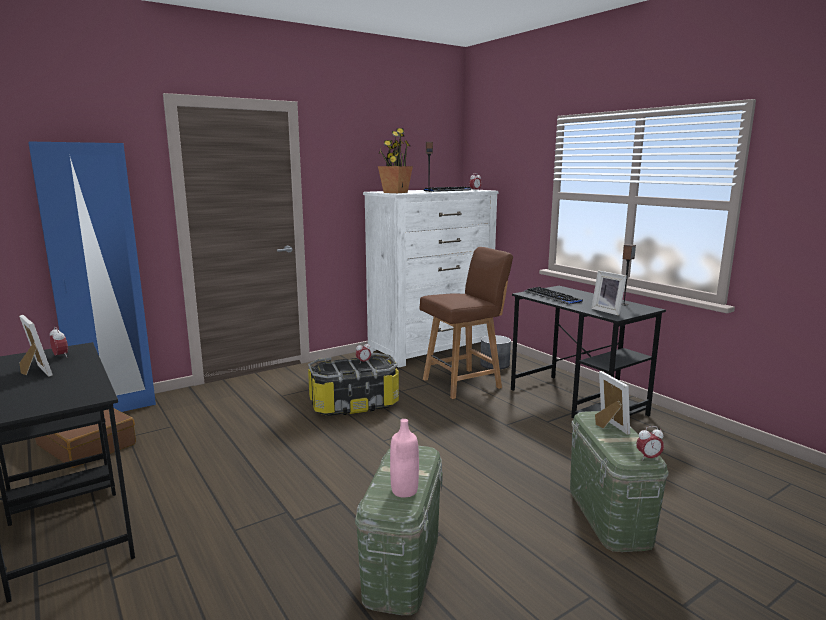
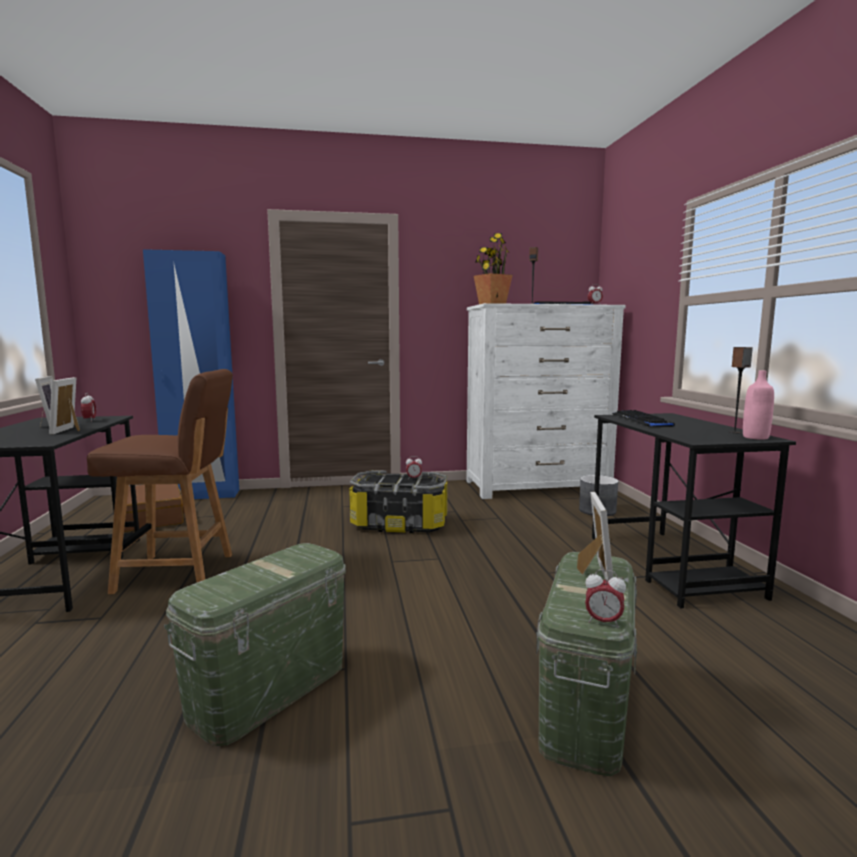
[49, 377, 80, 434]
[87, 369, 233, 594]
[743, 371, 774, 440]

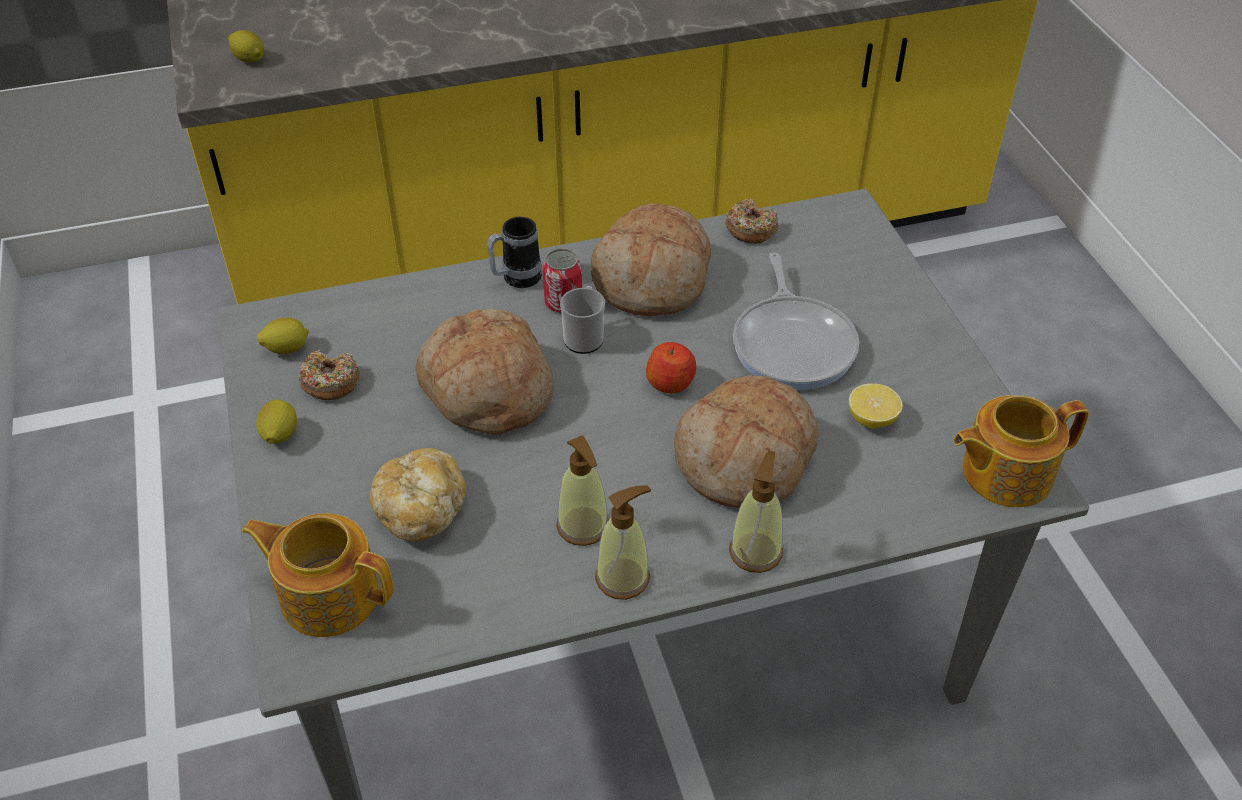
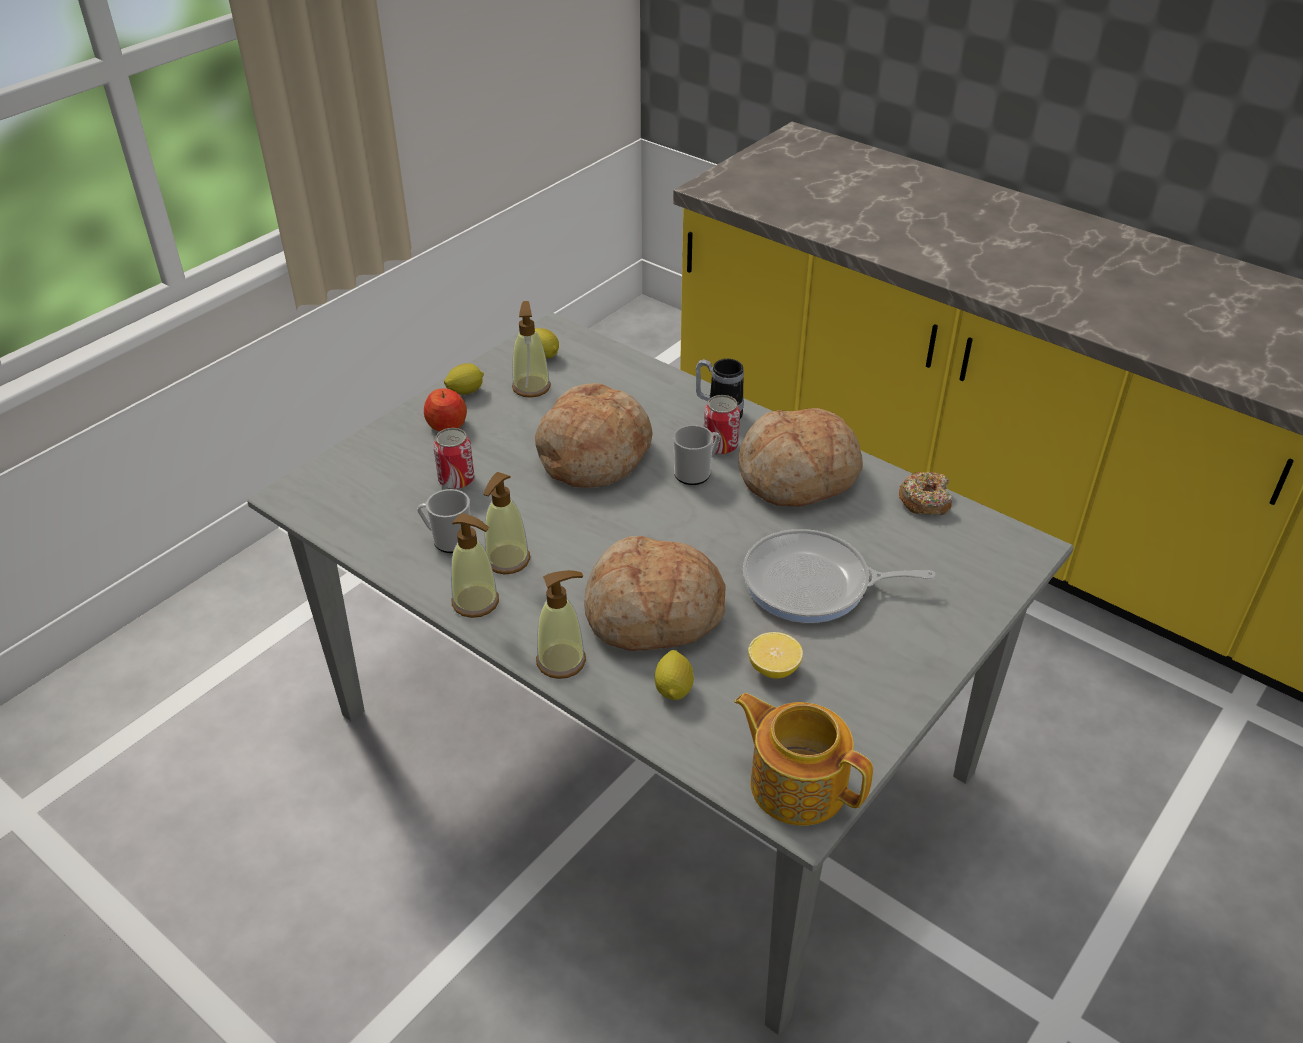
[417, 489, 471, 553]
[424, 388, 467, 432]
[433, 428, 474, 489]
[512, 301, 551, 398]
[655, 650, 694, 700]
[743, 529, 936, 623]
[242, 513, 393, 637] (first image)

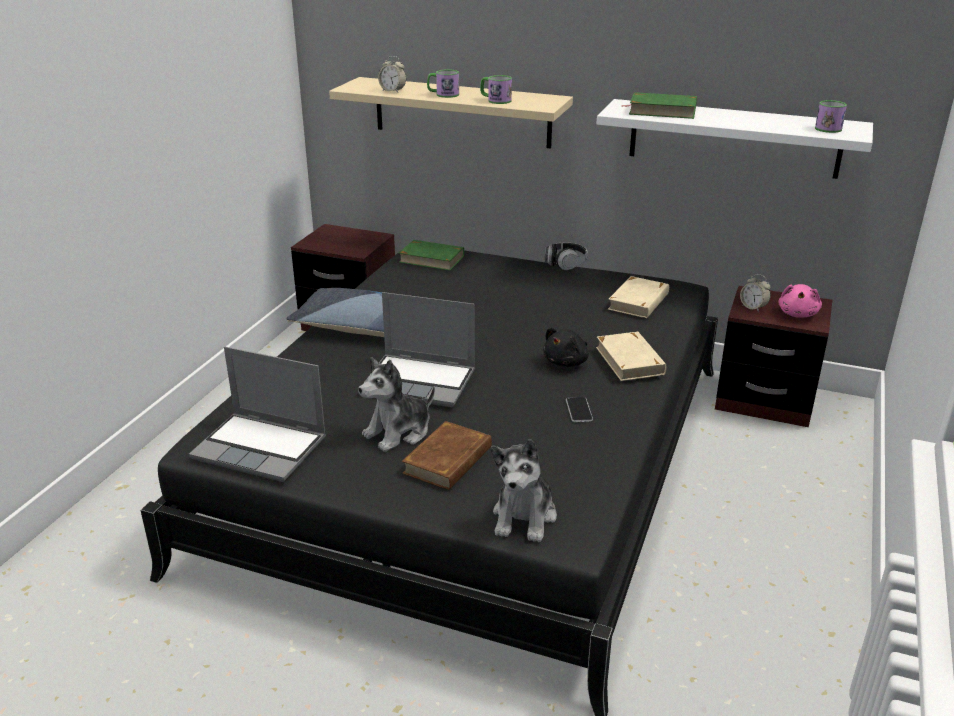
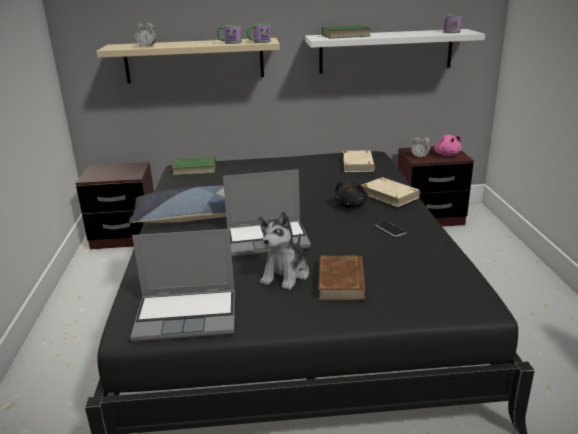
[247, 24, 271, 43]
[491, 439, 557, 542] (first image)
[545, 243, 588, 270] (first image)

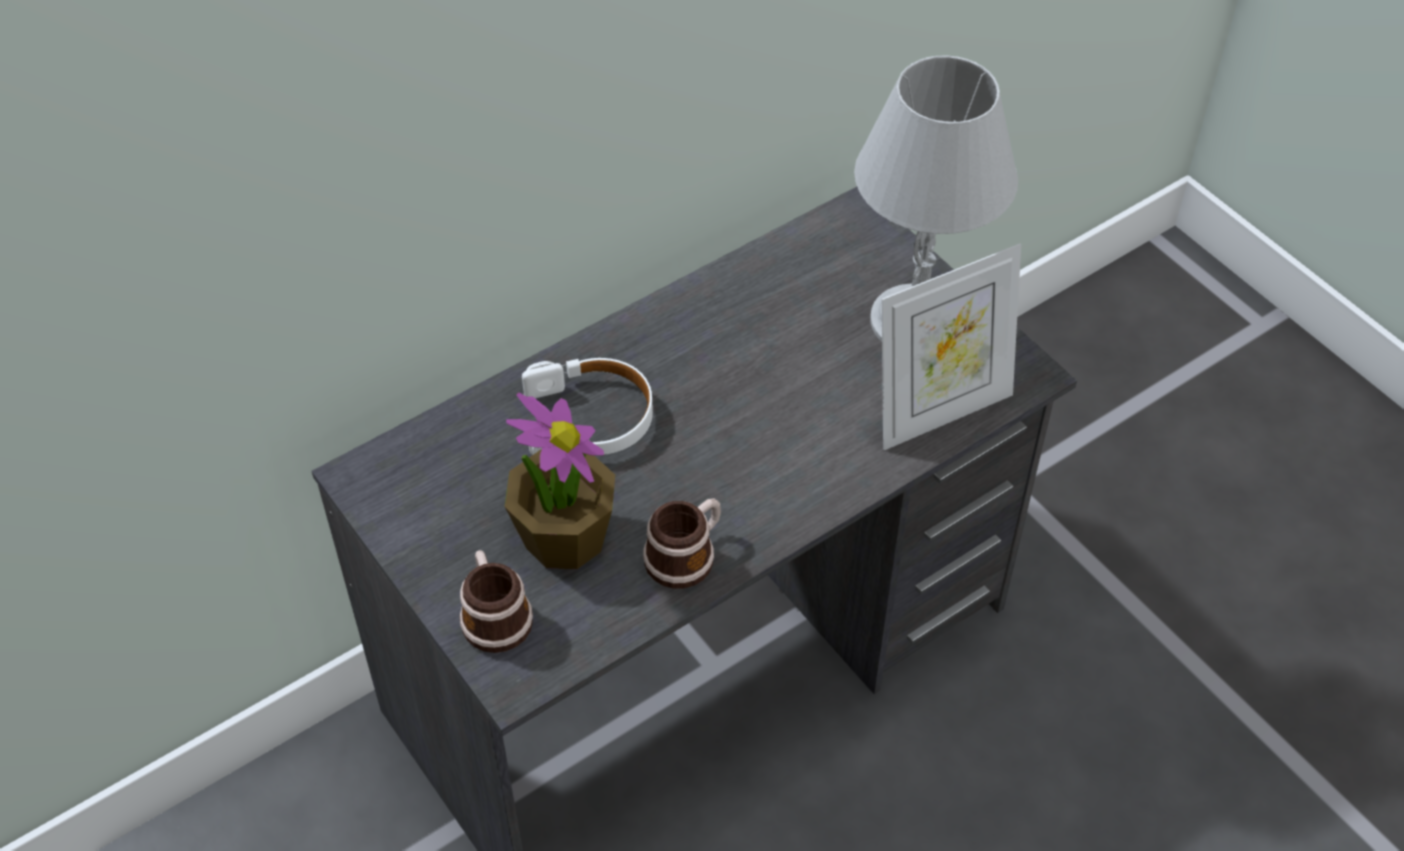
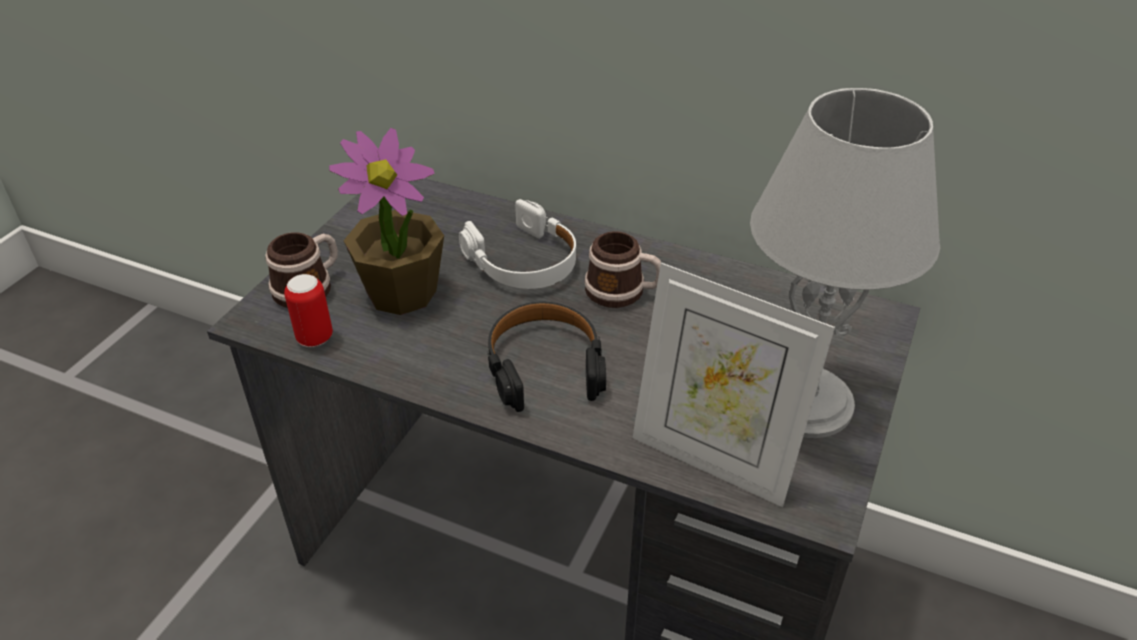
[284, 274, 333, 347]
[488, 302, 606, 412]
[584, 231, 662, 308]

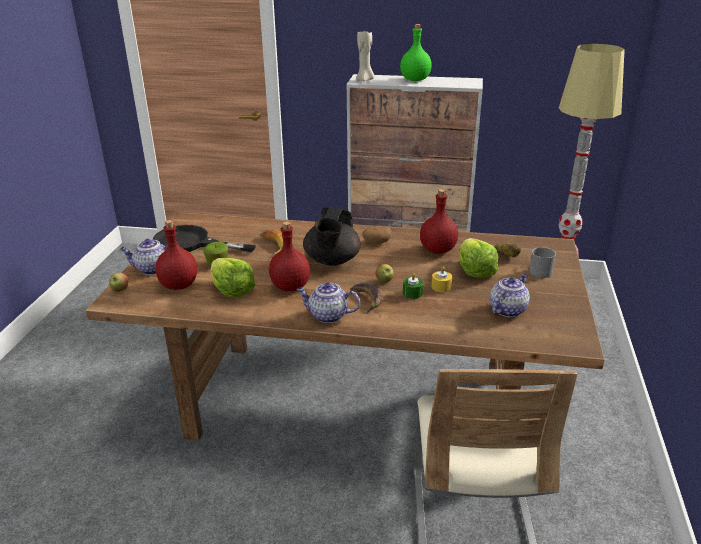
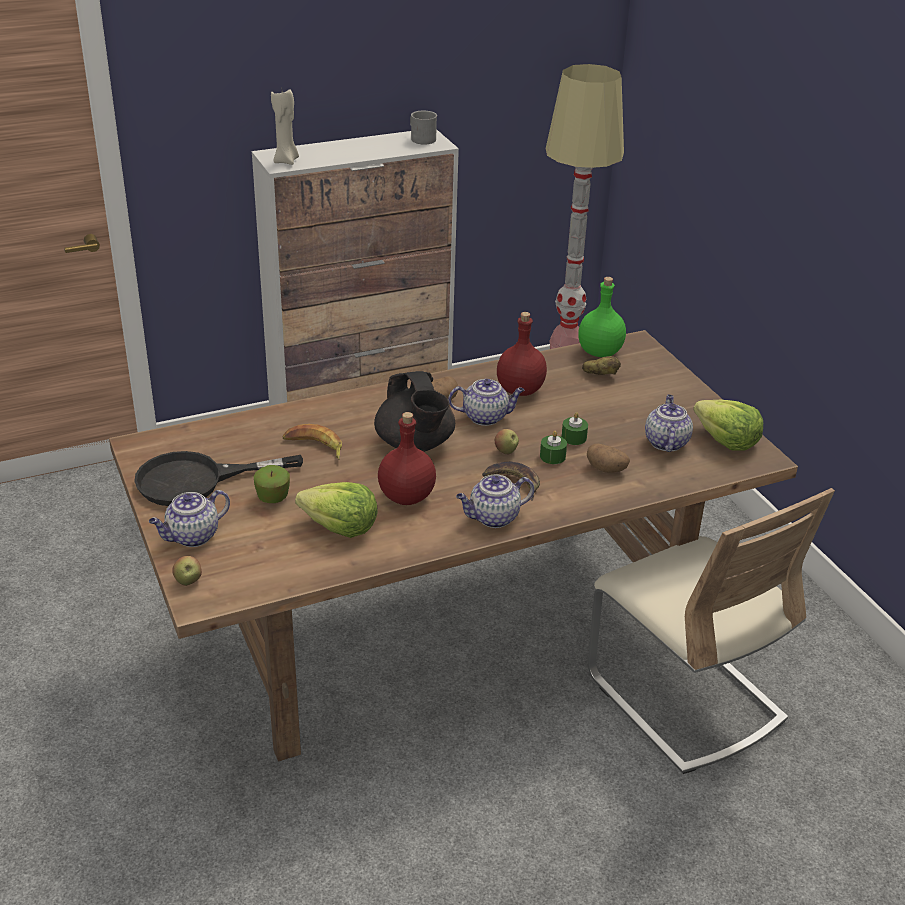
[410, 111, 437, 144]
[448, 379, 524, 426]
[561, 412, 588, 445]
[578, 277, 626, 357]
[587, 443, 630, 473]
[693, 400, 763, 450]
[155, 220, 197, 290] (first image)

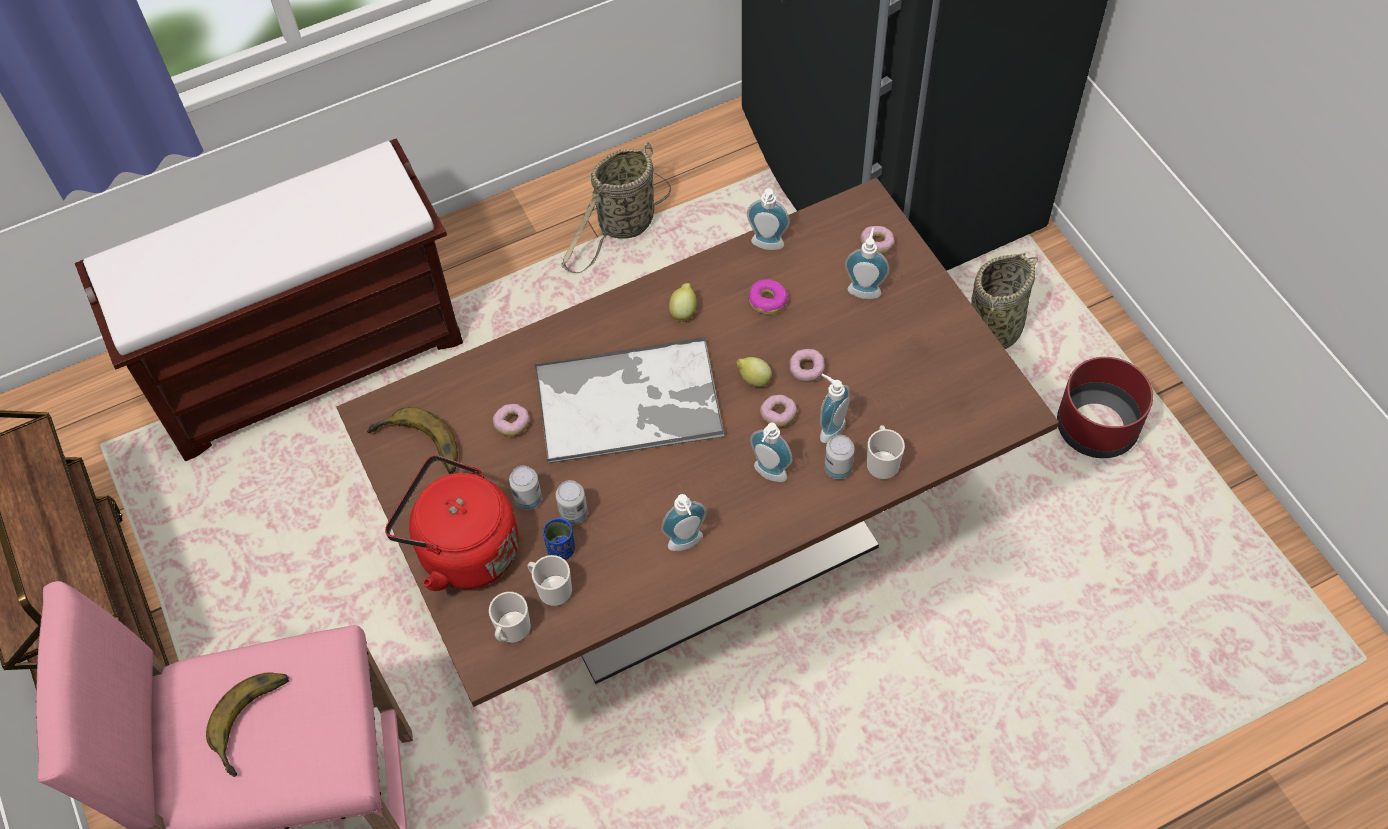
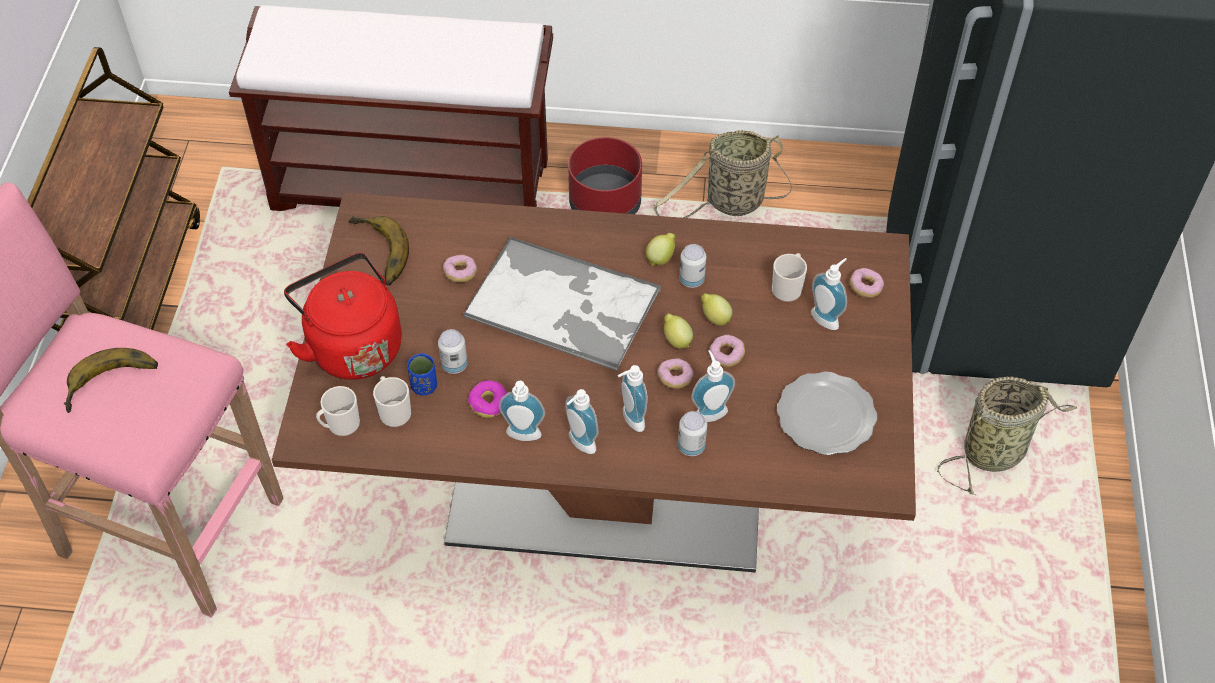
[468, 380, 507, 418]
[565, 389, 599, 454]
[568, 137, 642, 214]
[679, 244, 706, 288]
[701, 293, 732, 325]
[772, 253, 807, 302]
[777, 371, 877, 455]

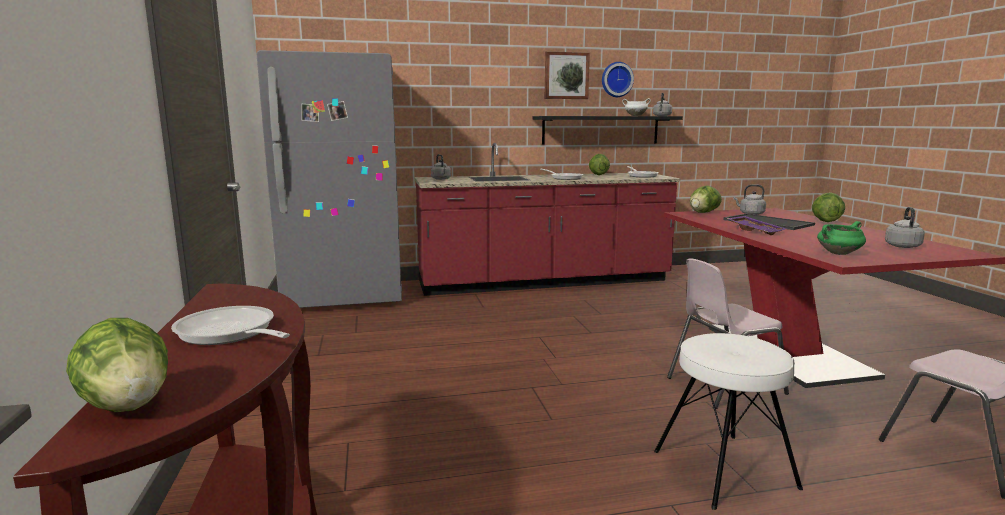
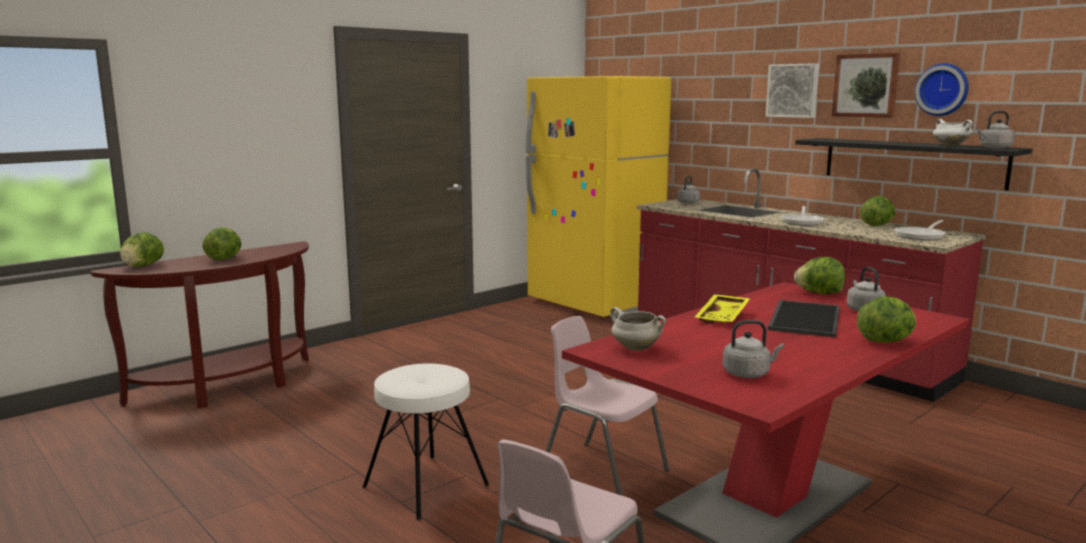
[202, 227, 242, 260]
[526, 76, 671, 317]
[610, 307, 666, 351]
[695, 294, 750, 324]
[766, 63, 819, 118]

